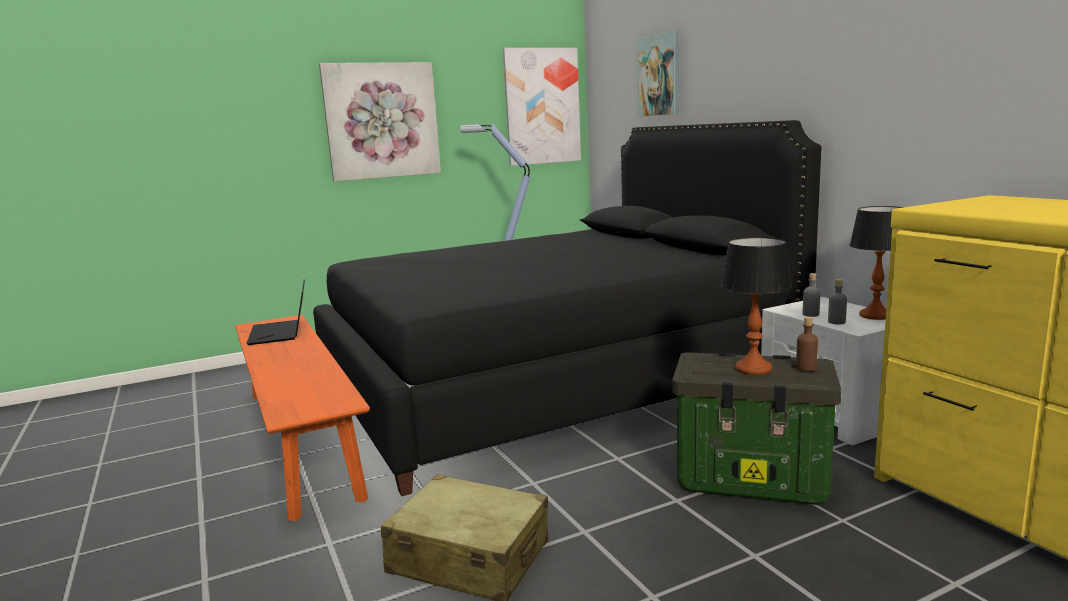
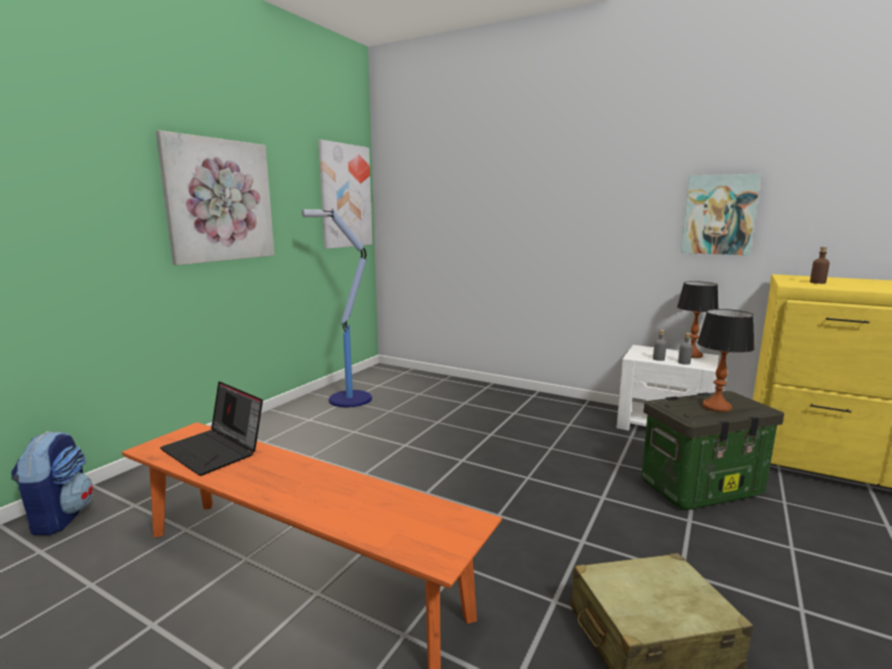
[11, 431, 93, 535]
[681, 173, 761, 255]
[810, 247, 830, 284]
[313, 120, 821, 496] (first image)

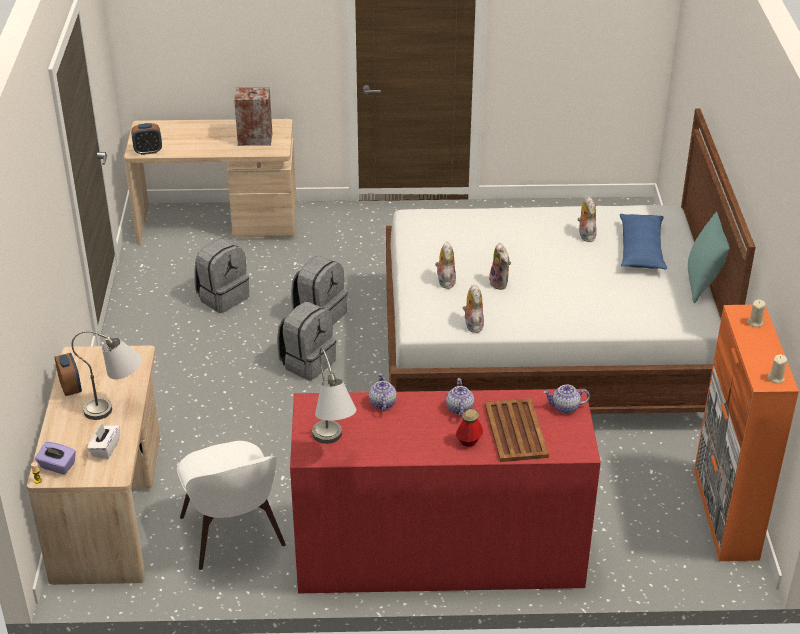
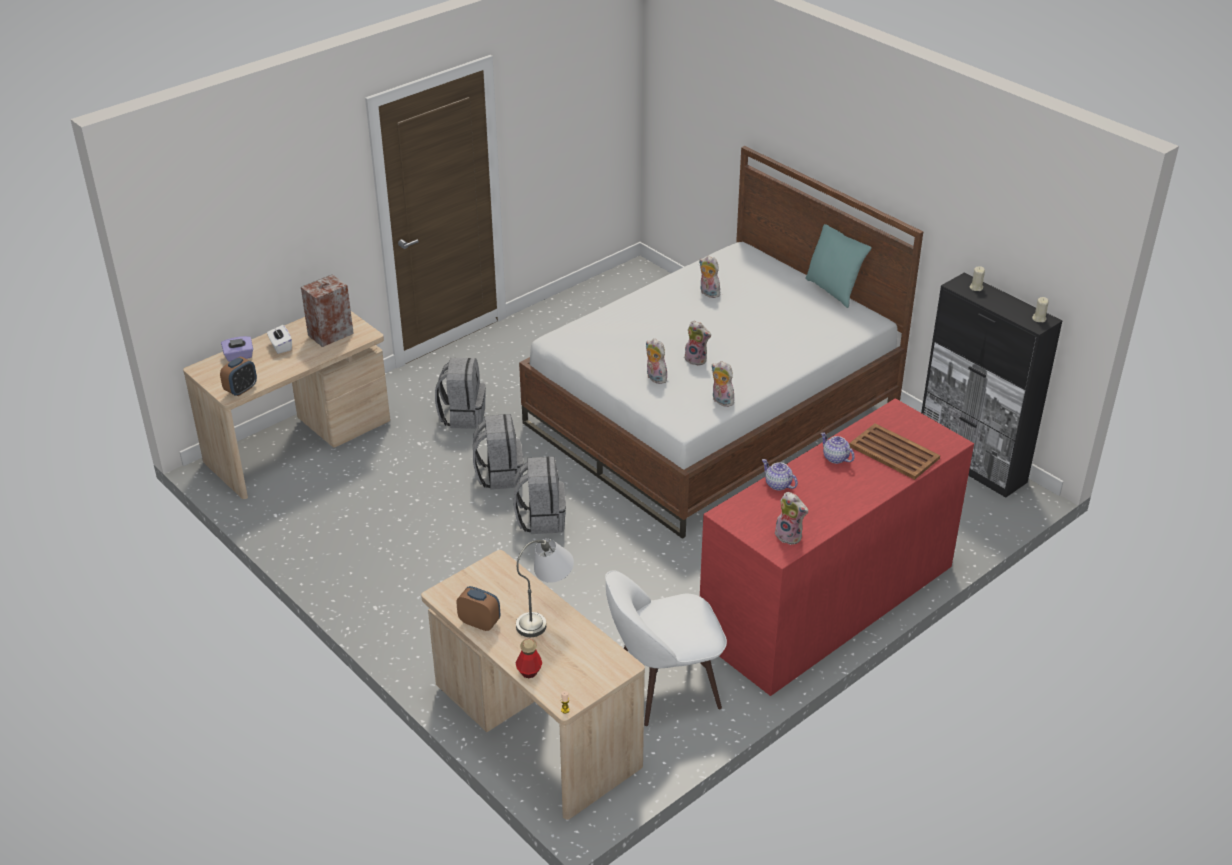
[221, 336, 253, 362]
[267, 325, 292, 354]
[435, 358, 486, 429]
[516, 639, 542, 678]
[605, 570, 727, 726]
[775, 492, 808, 545]
[921, 273, 1062, 498]
[544, 385, 590, 413] (first image)
[620, 214, 667, 269] (first image)

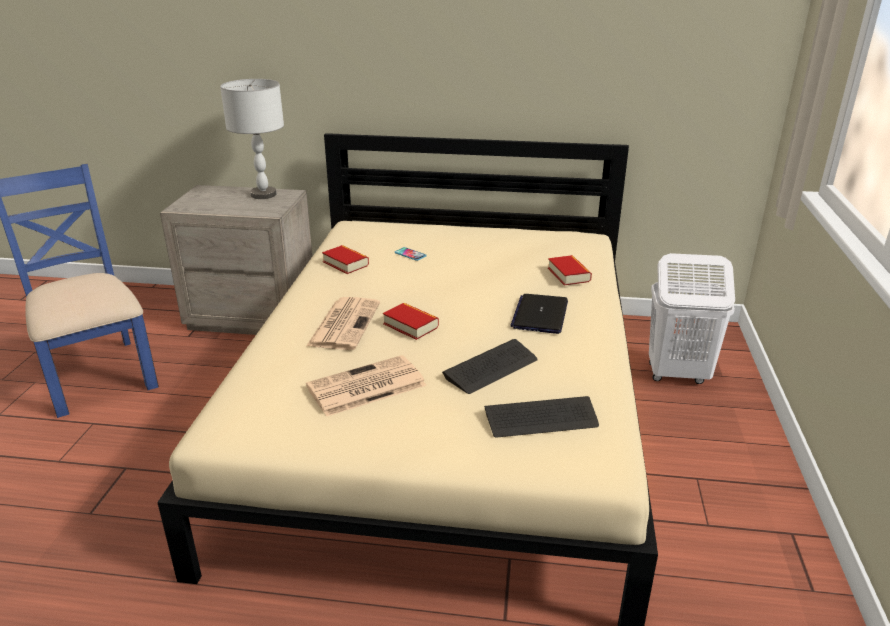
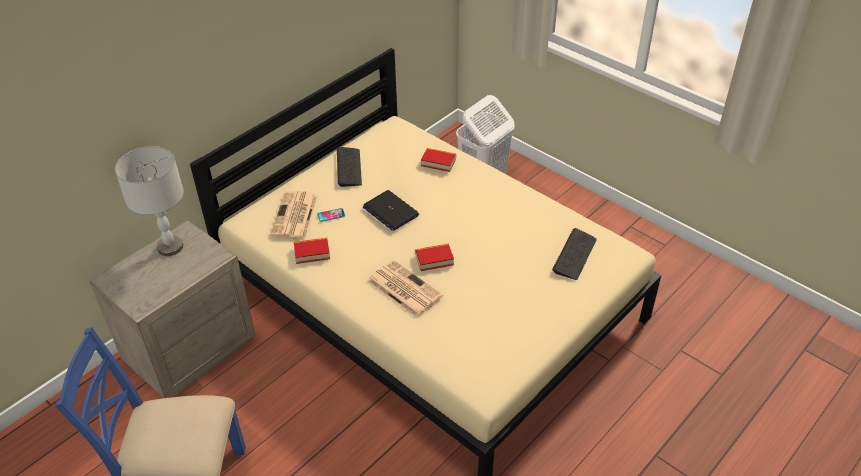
[270, 191, 318, 239]
[337, 147, 362, 187]
[363, 190, 419, 231]

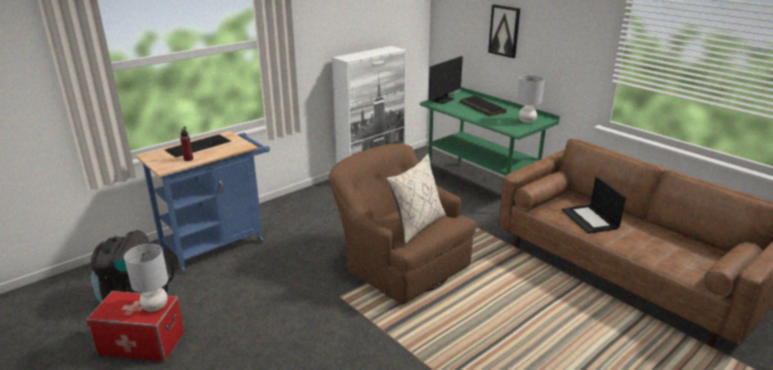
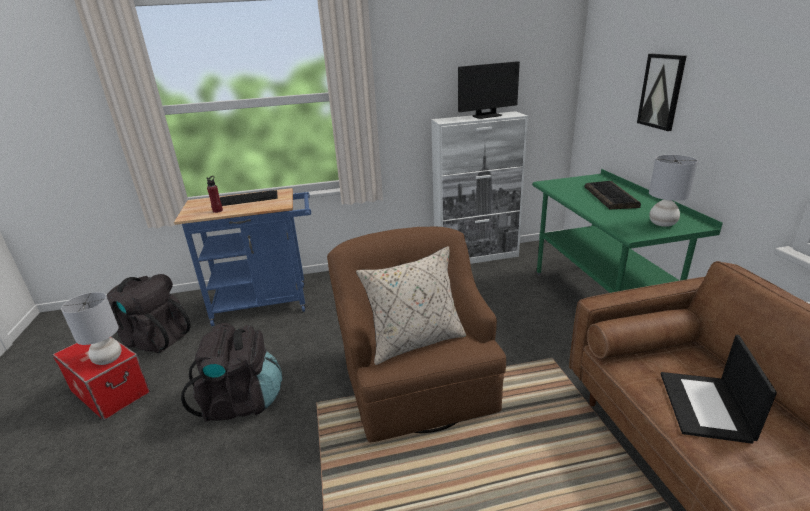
[181, 323, 282, 422]
[458, 61, 520, 119]

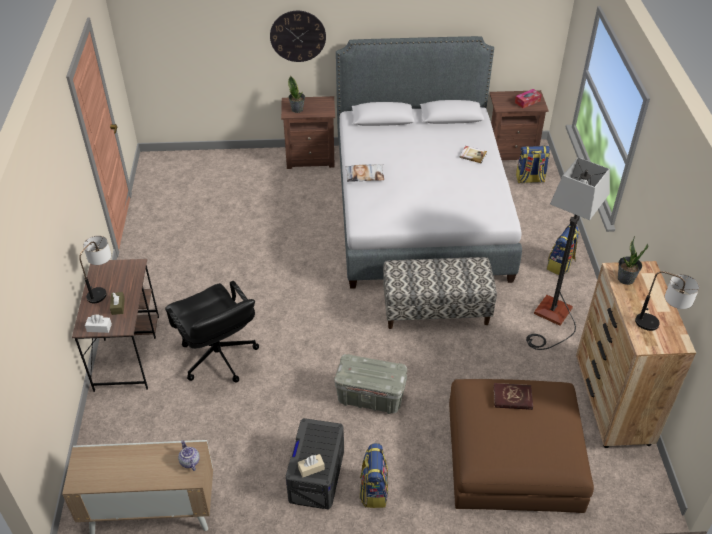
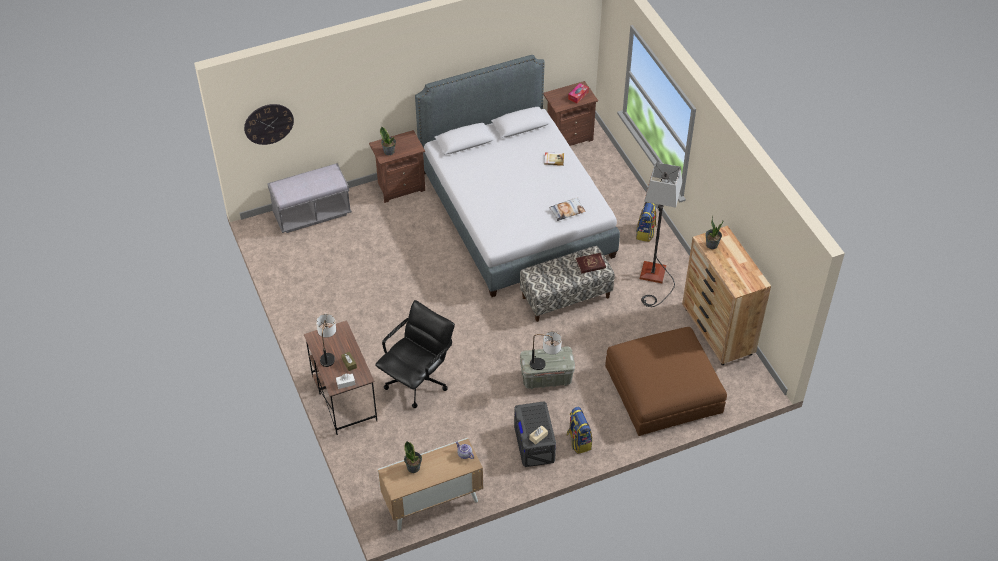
[244, 104, 294, 145]
[267, 163, 352, 233]
[375, 300, 455, 408]
[404, 441, 422, 473]
[530, 332, 562, 370]
[549, 198, 586, 221]
[576, 253, 606, 274]
[516, 146, 550, 184] (first image)

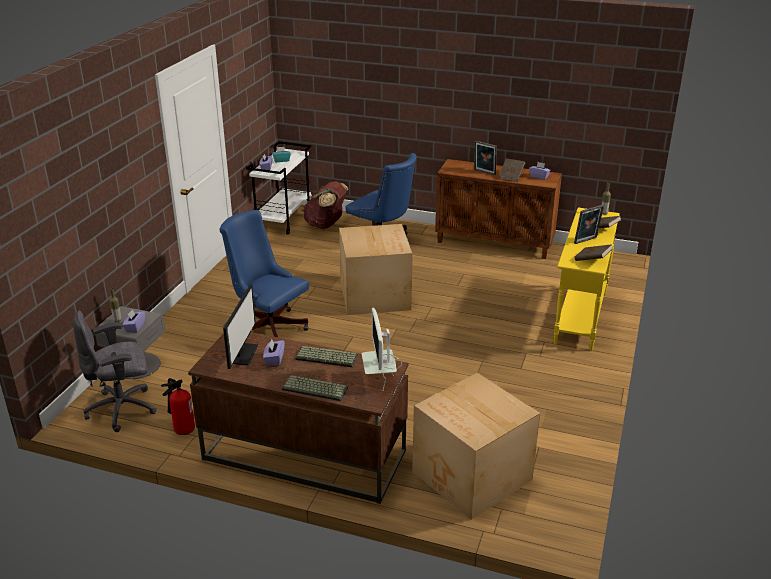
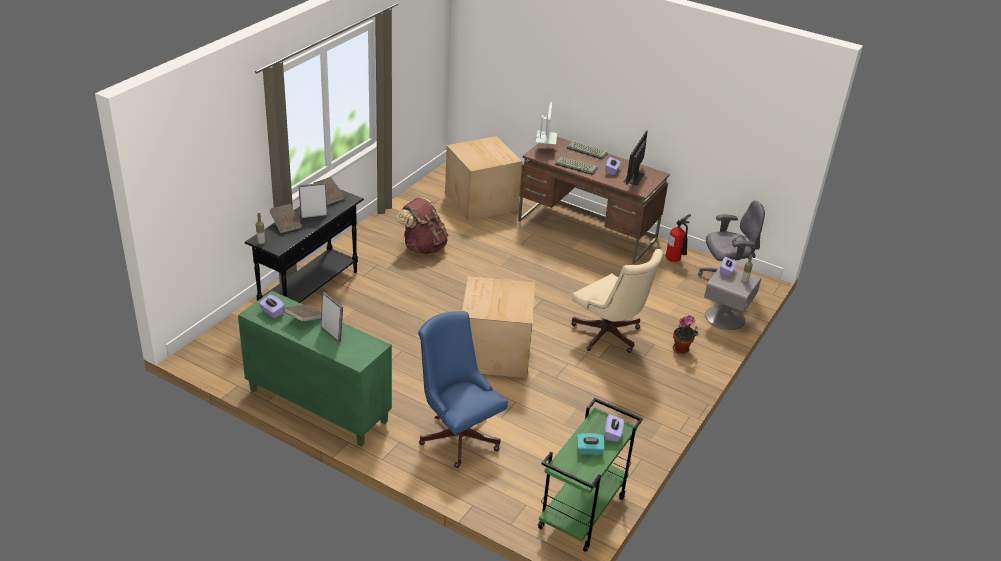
[238, 291, 392, 447]
[245, 189, 364, 303]
[397, 197, 448, 254]
[538, 398, 643, 552]
[571, 249, 663, 353]
[673, 315, 698, 354]

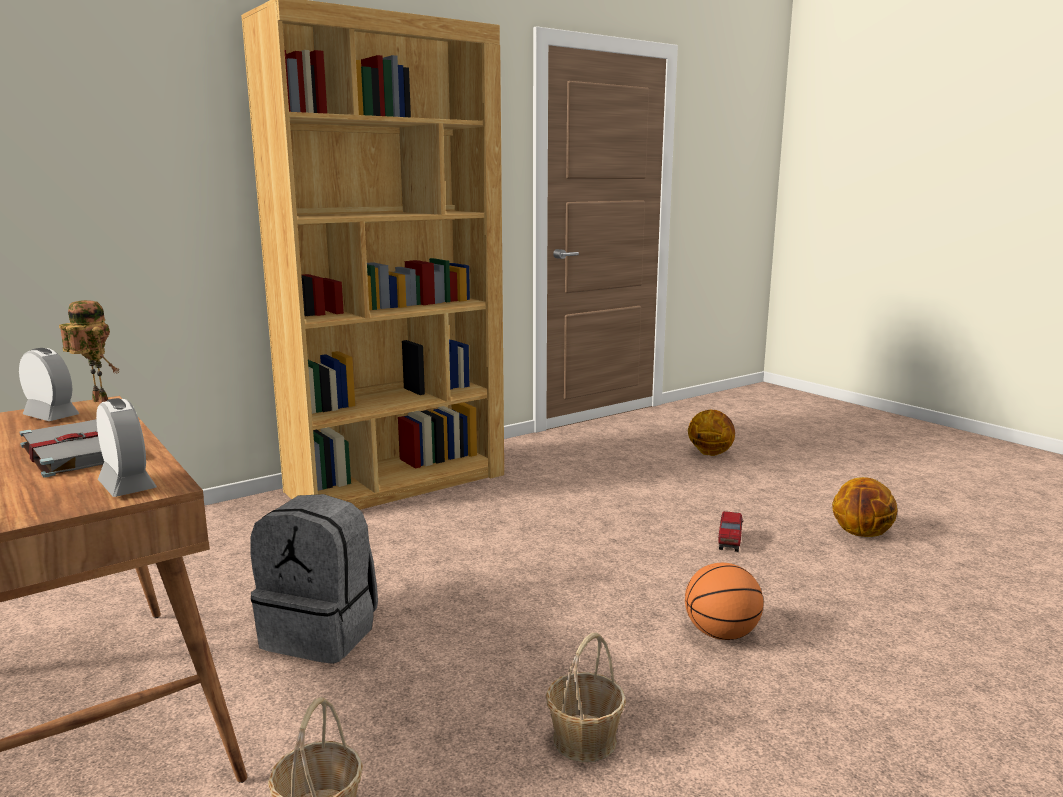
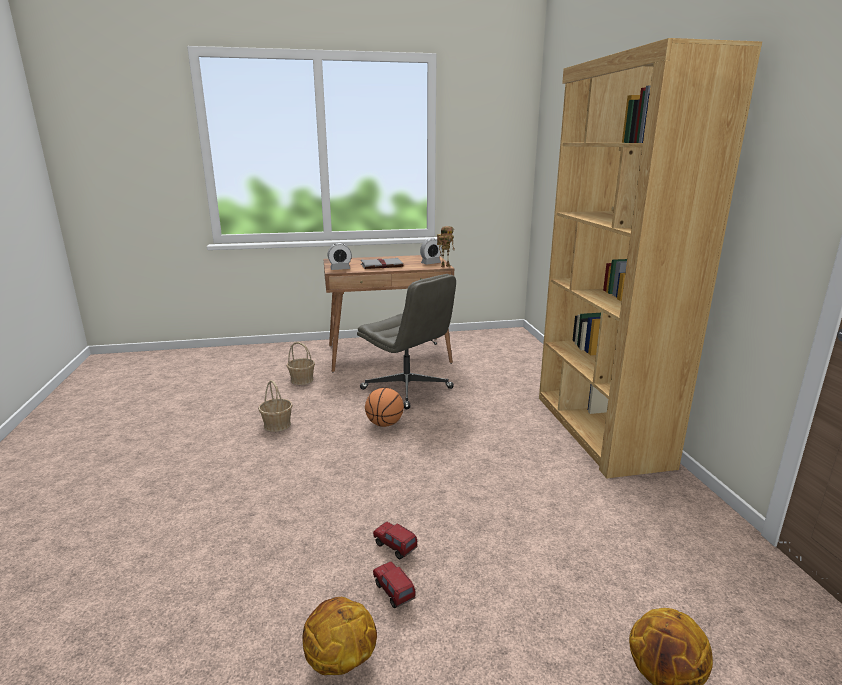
[357, 274, 456, 409]
[365, 388, 404, 427]
[373, 561, 416, 608]

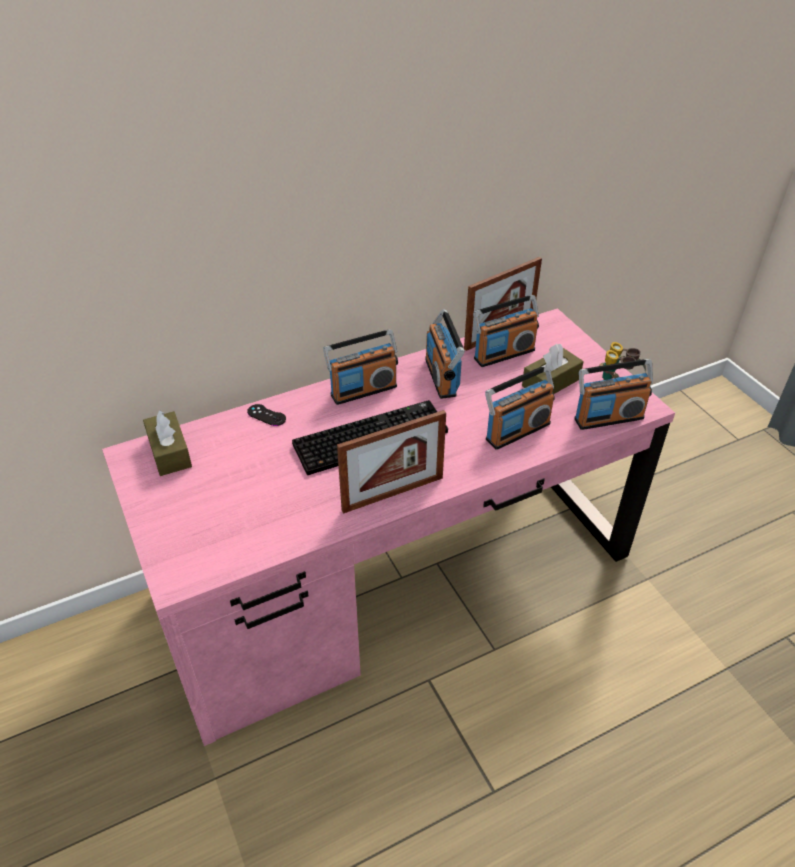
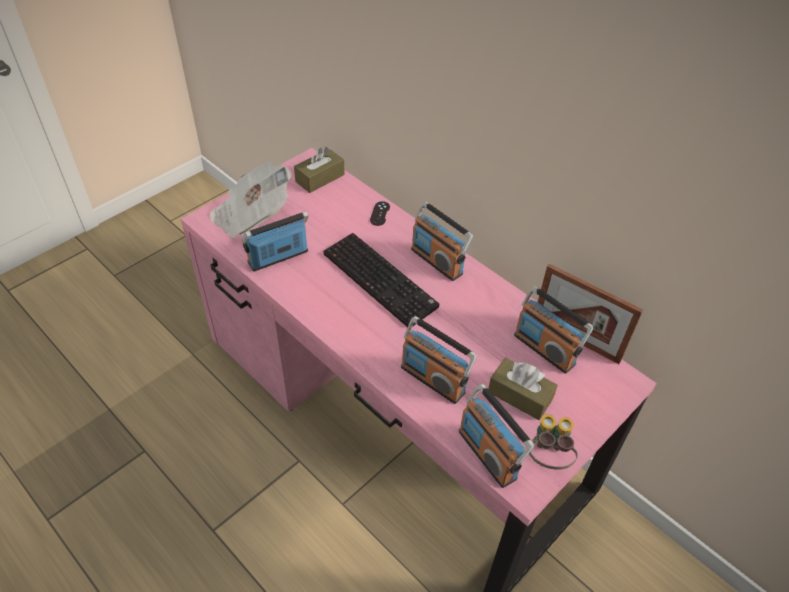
[209, 161, 292, 239]
[243, 211, 309, 271]
[337, 410, 446, 513] (first image)

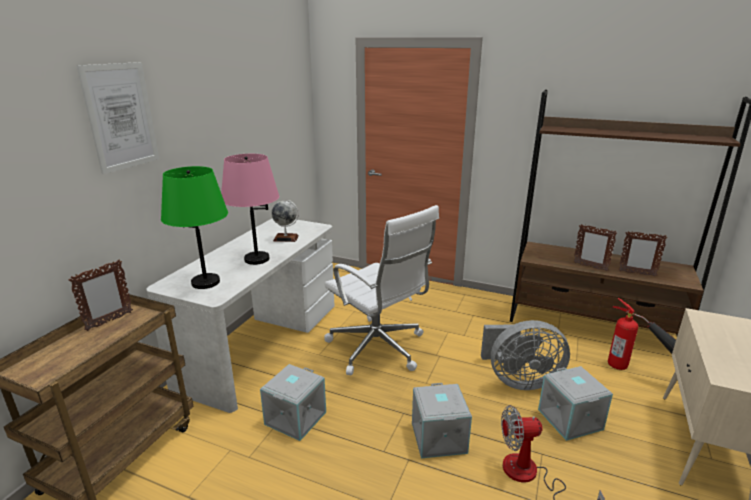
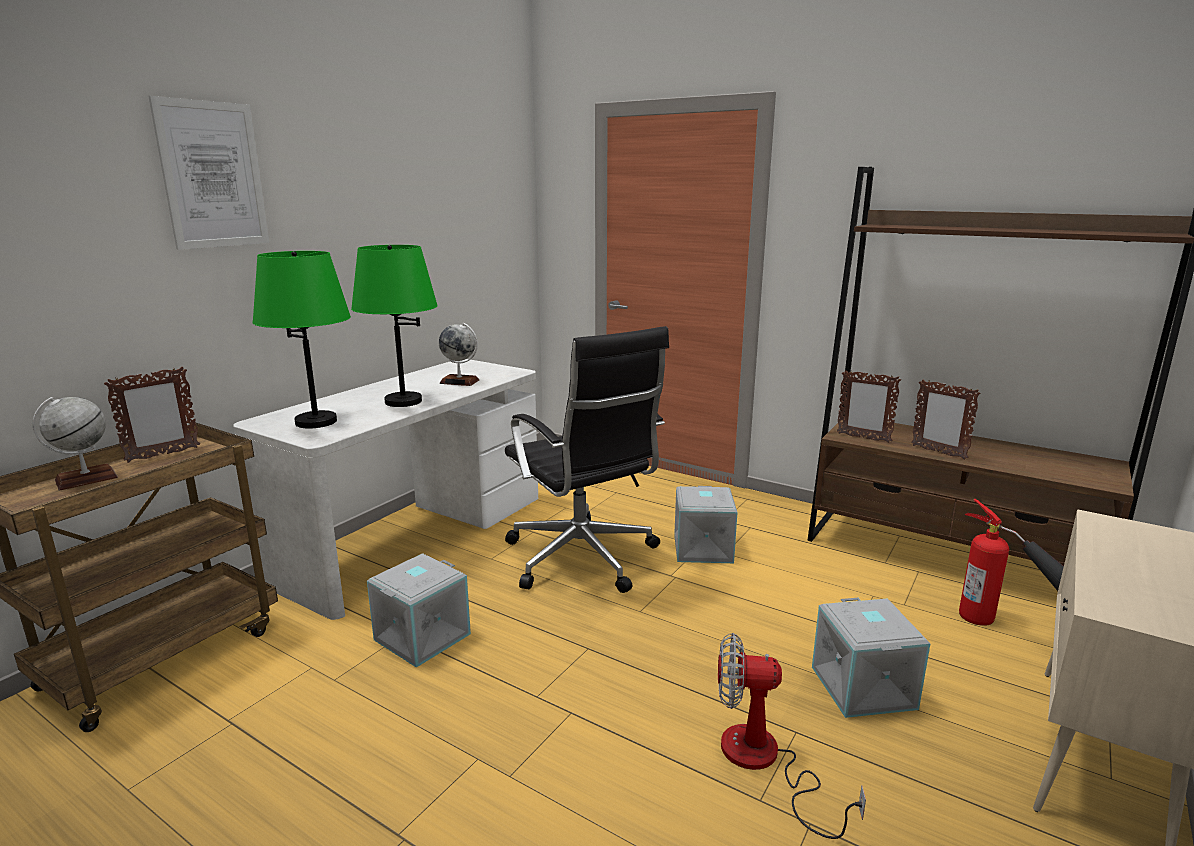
[33, 397, 118, 491]
[351, 245, 438, 407]
[505, 326, 669, 593]
[674, 486, 738, 563]
[837, 370, 901, 443]
[481, 320, 570, 390] (first image)

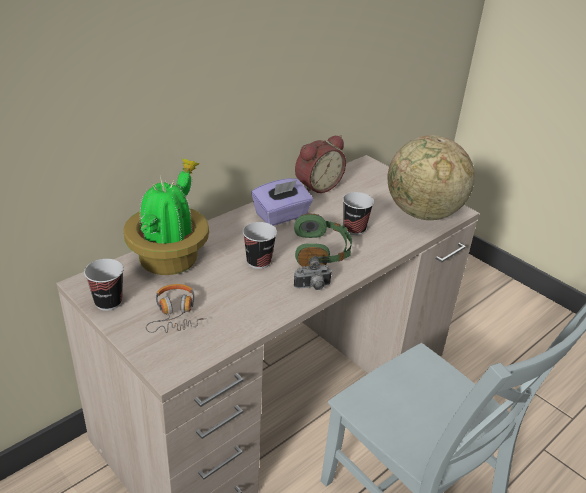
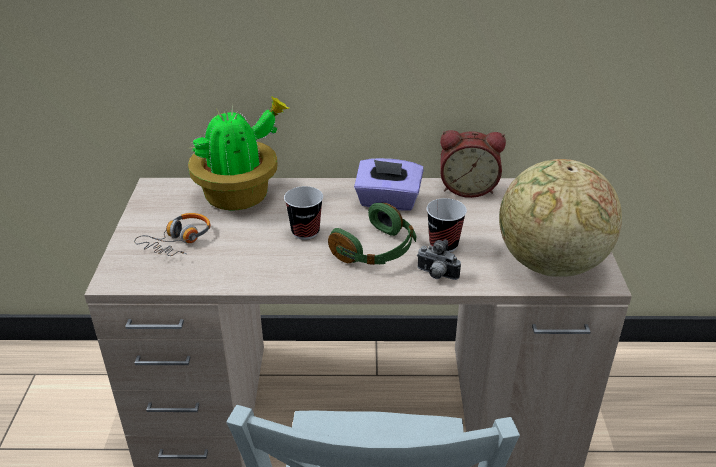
[417, 239, 461, 280]
[84, 259, 124, 311] (first image)

